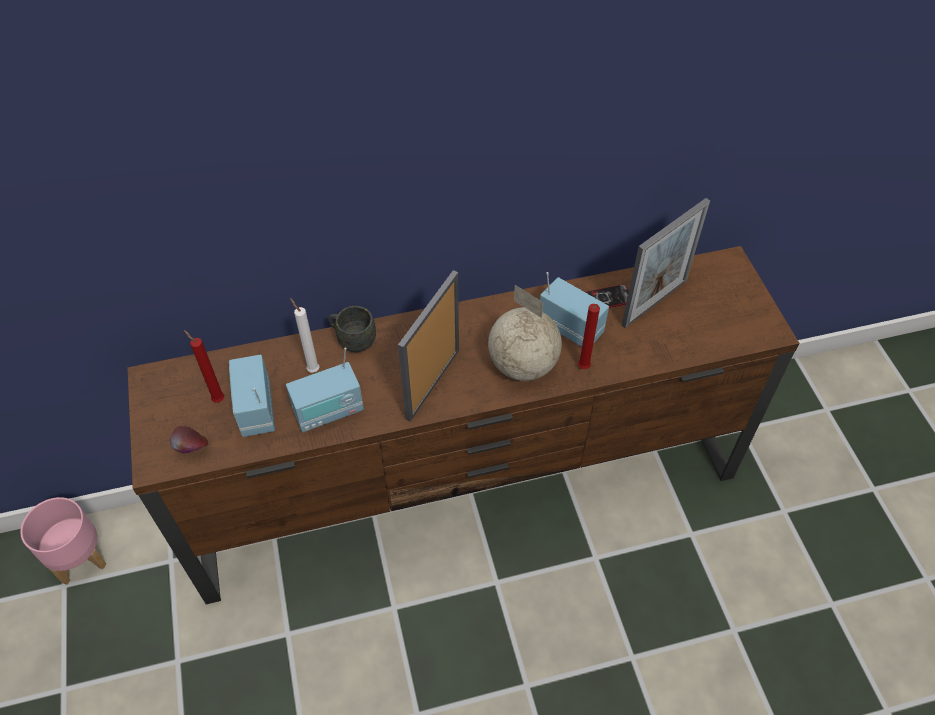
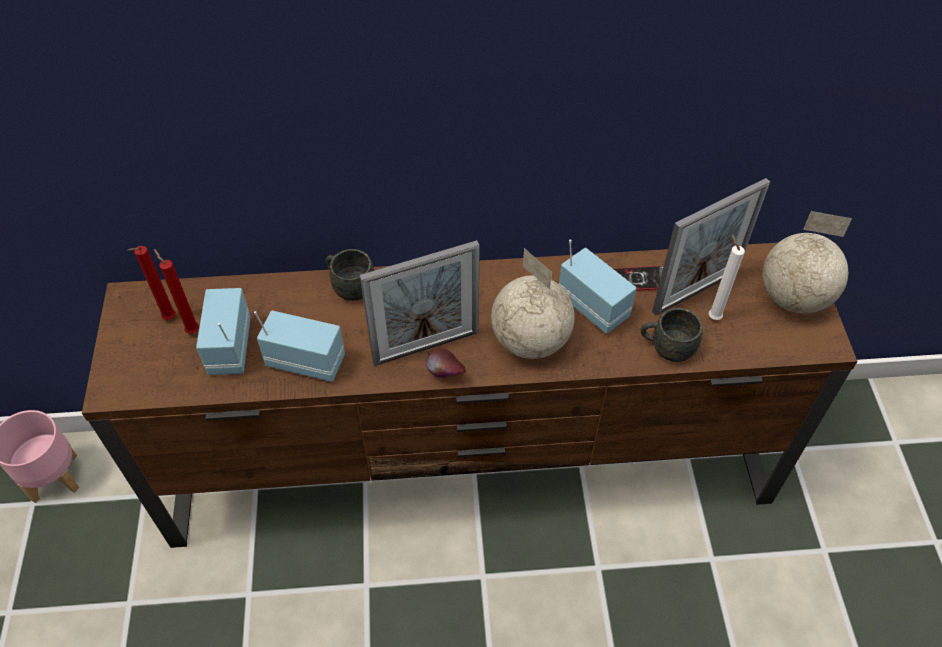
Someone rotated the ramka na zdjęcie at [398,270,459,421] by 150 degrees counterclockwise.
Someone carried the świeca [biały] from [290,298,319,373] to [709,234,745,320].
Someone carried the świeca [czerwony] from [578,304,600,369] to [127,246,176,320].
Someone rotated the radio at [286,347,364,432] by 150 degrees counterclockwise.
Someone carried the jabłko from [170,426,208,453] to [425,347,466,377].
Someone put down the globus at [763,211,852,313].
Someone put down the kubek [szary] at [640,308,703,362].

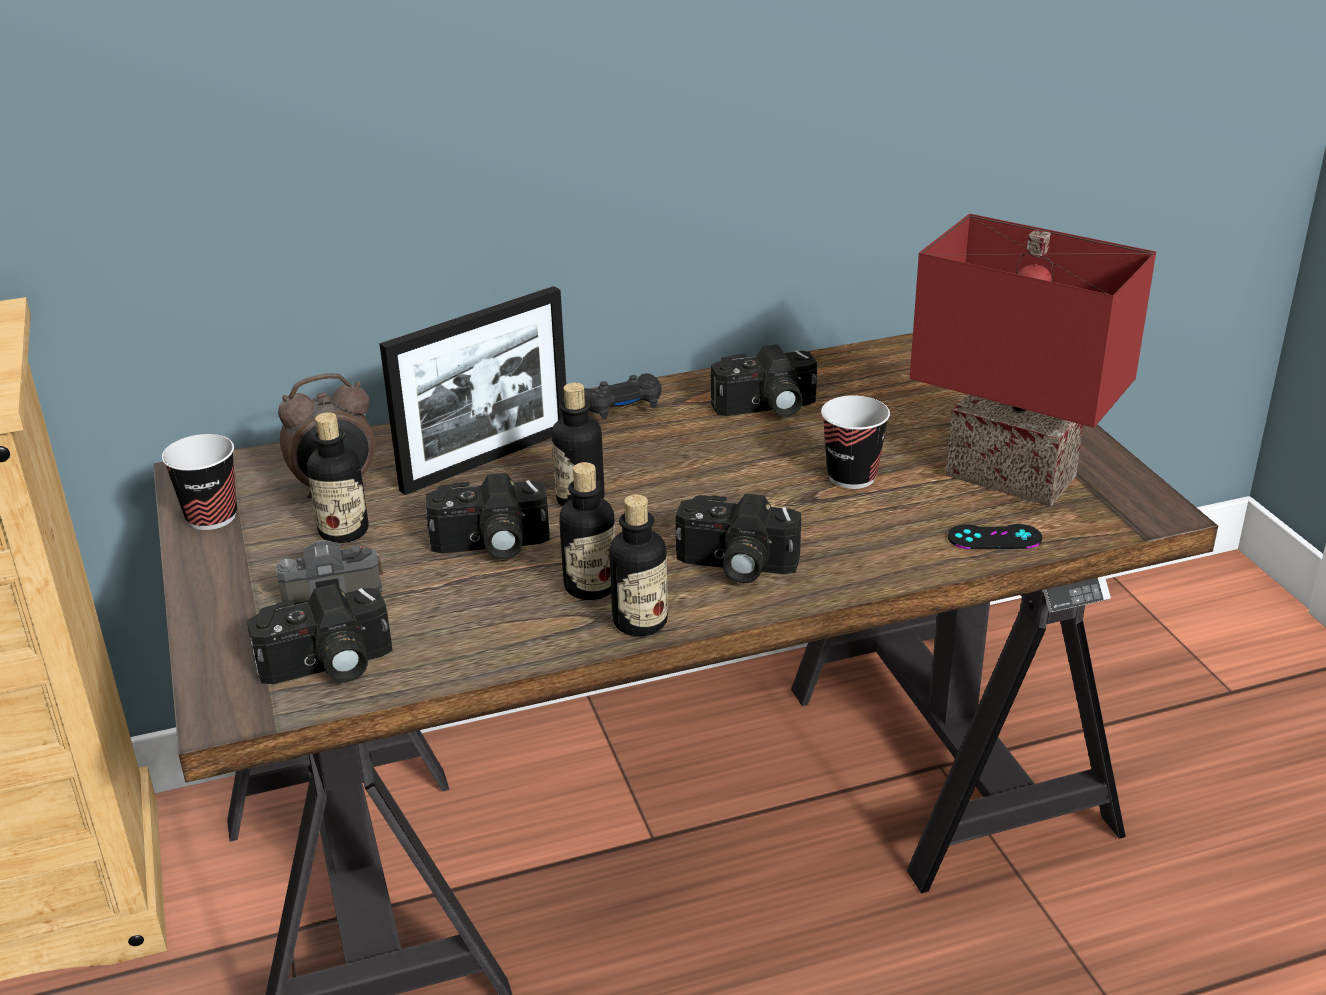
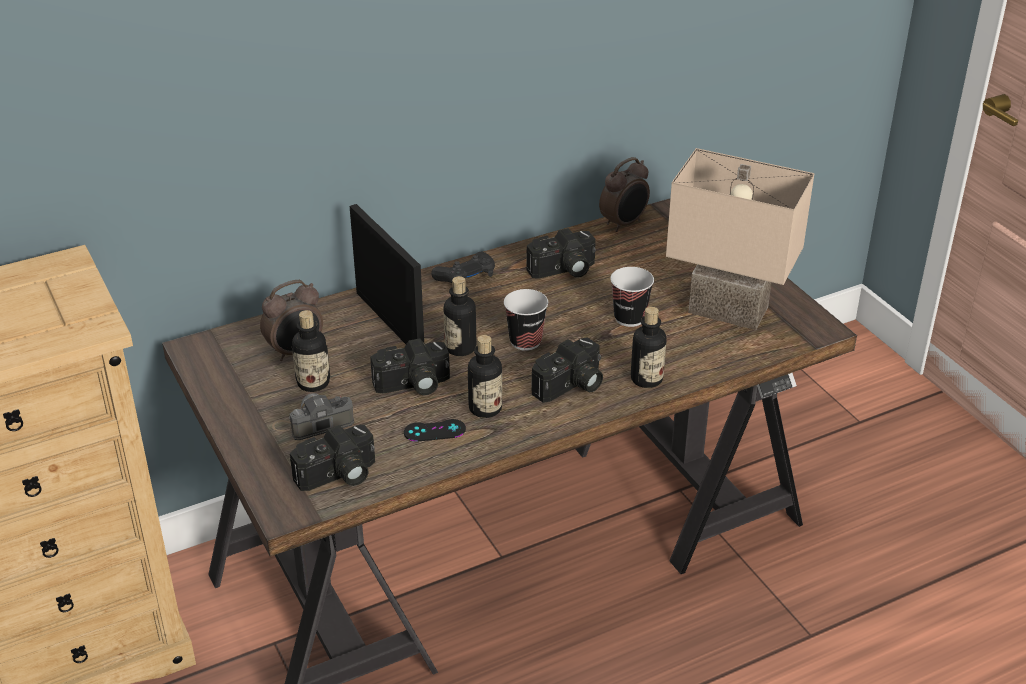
Someone repainted the lampa stołowa [czerwony] at [910,214,1156,506], which became the lampa stołowa [beżowy] at [666,148,814,330].
Someone rotated the ramka na zdjęcie at [380,286,566,495] by 75 degrees counterclockwise.
Someone carried the filiżanka from [162,434,237,530] to [504,289,548,351].
Someone carried the butelka from [609,494,668,636] to [631,306,667,388].
Someone rotated the aparat fotograficzny at [675,494,801,583] by 45 degrees counterclockwise.
Someone carried the pad do gier [czarny] from [948,524,1042,549] to [404,419,466,442].
Someone put down the budzik at [599,157,650,232].

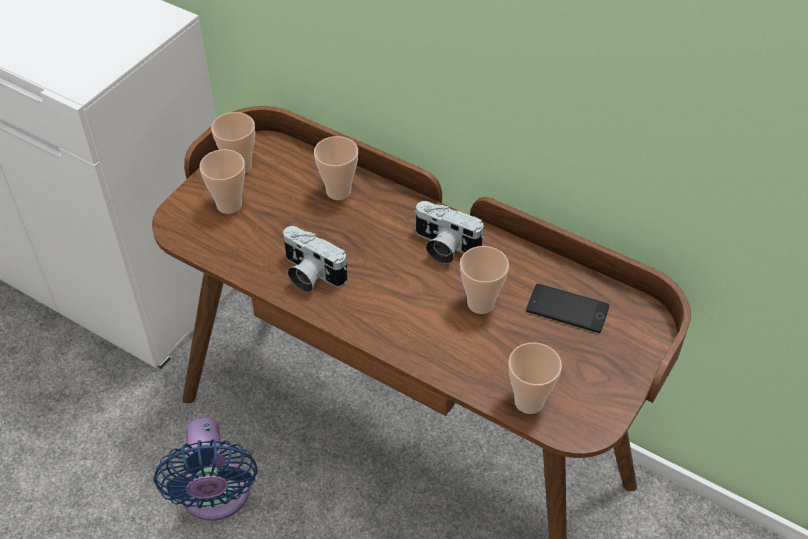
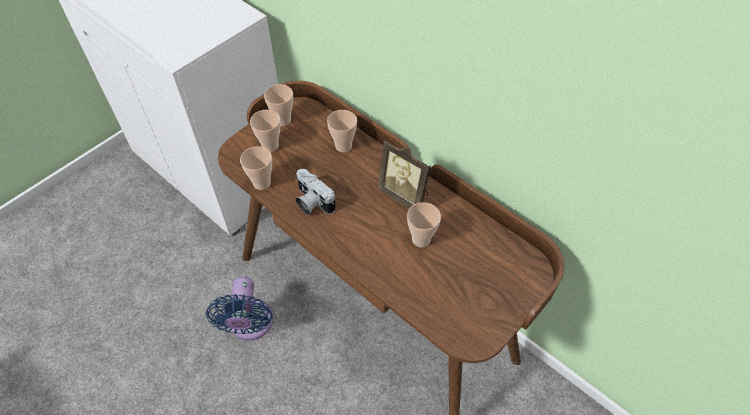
Someone swapped the aparat fotograficzny at [415,201,484,264] for the ramka na zdjęcie at [377,140,431,209].
Someone took away the telefon at [526,284,609,333].
Someone carried the filiżanka from [508,343,562,414] to [240,146,272,190].

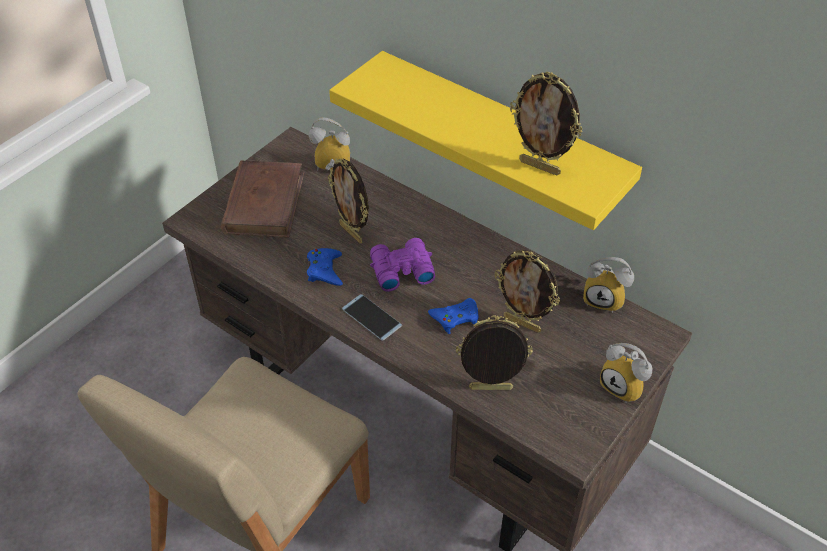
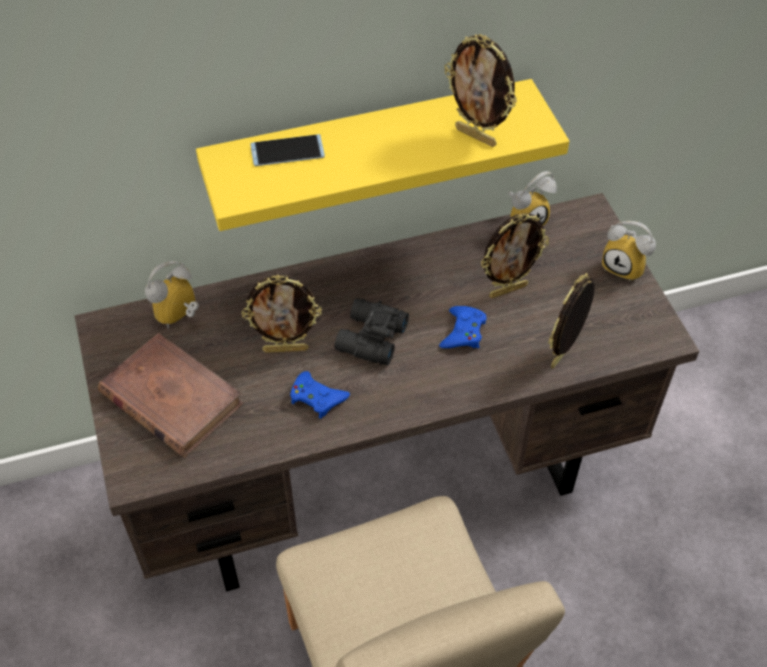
Someone rotated the ramka na zdjęcie at [510,72,582,176] by 60 degrees clockwise.
Someone repainted the lornetka [fioletowy] at [370,238,435,292], which became the lornetka [czarny] at [335,298,409,365].
Someone carried the telefon from [342,294,402,341] to [250,134,325,166].
Someone rotated the budzik at [600,343,652,403] by 45 degrees clockwise.

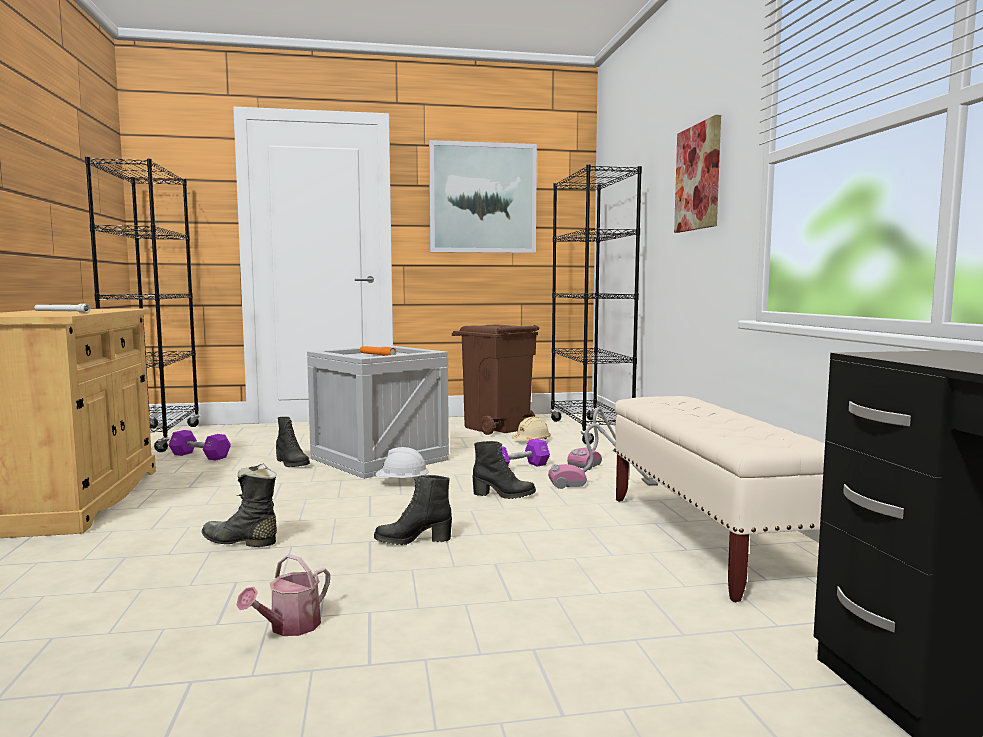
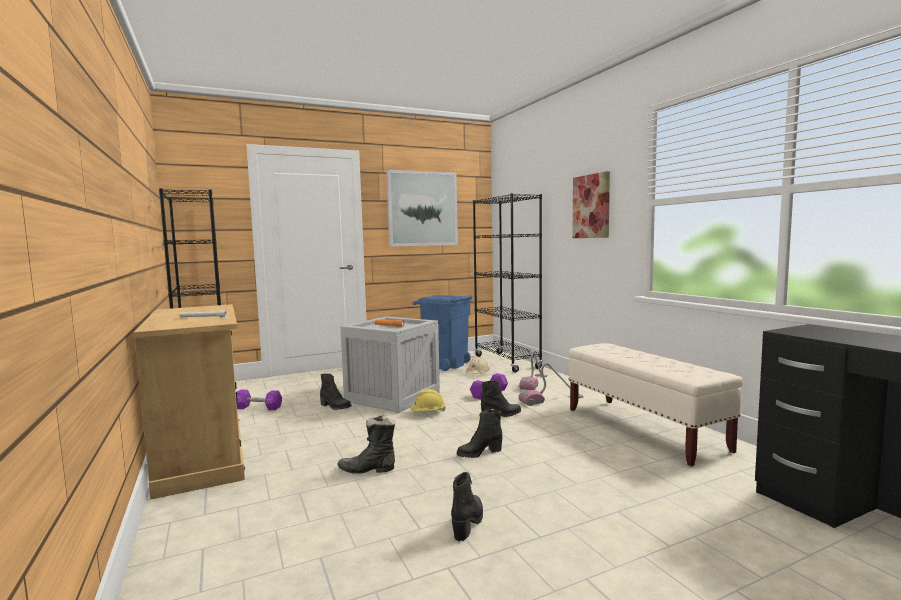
Someone repainted the kosz na śmieci [brązowy] at [452,324,539,435], which became the kosz na śmieci [niebieski] at [412,295,473,371].
Someone repainted the kask [biały] at [375,447,429,479], which became the kask [żółty] at [410,389,446,412].
Someone swapped the konewka at [236,554,330,636] for the but z cholewką [czarny] at [451,472,483,541].

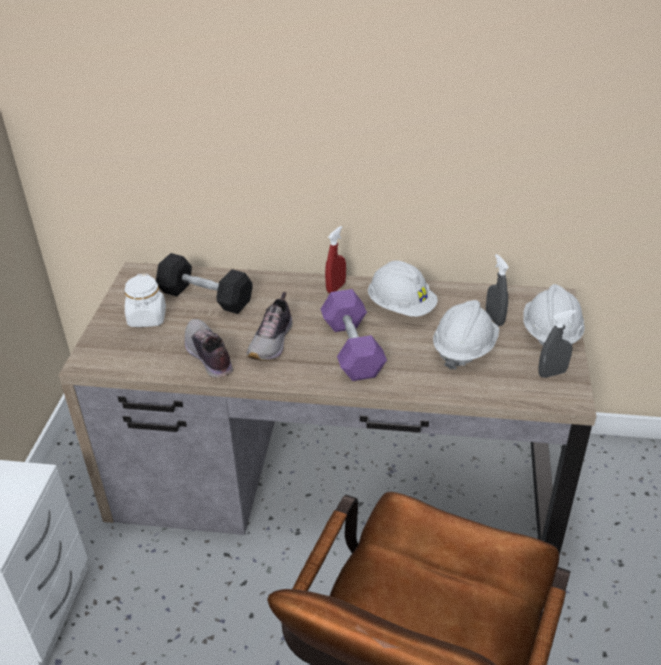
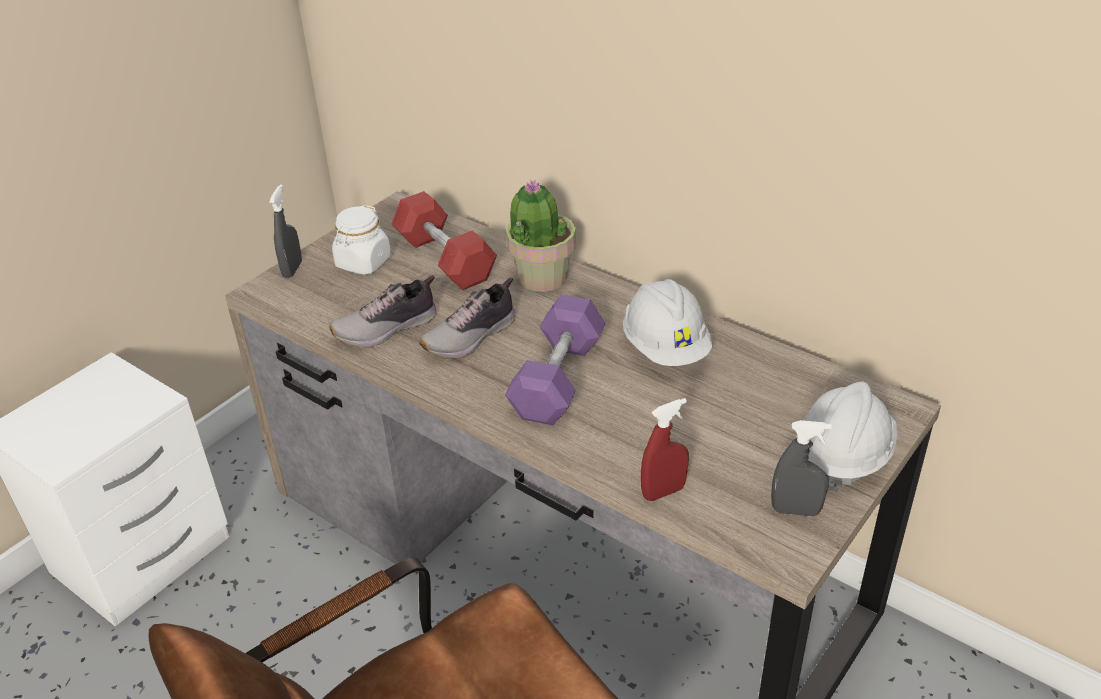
Someone carried the spryskiwacz [czerwony] from [325,226,346,293] to [641,398,689,501].
Someone repainted the hantel [czarny] at [156,253,253,314], which became the hantel [czerwony] at [392,191,497,290].
Someone carried the spryskiwacz [szary] from [486,254,509,326] to [269,184,302,278].
Someone took away the kask [biały] at [433,300,499,370].
Someone rotated the but at [185,319,233,378] by 120 degrees counterclockwise.
Someone put down the roślina doniczkowa at [506,179,576,292].

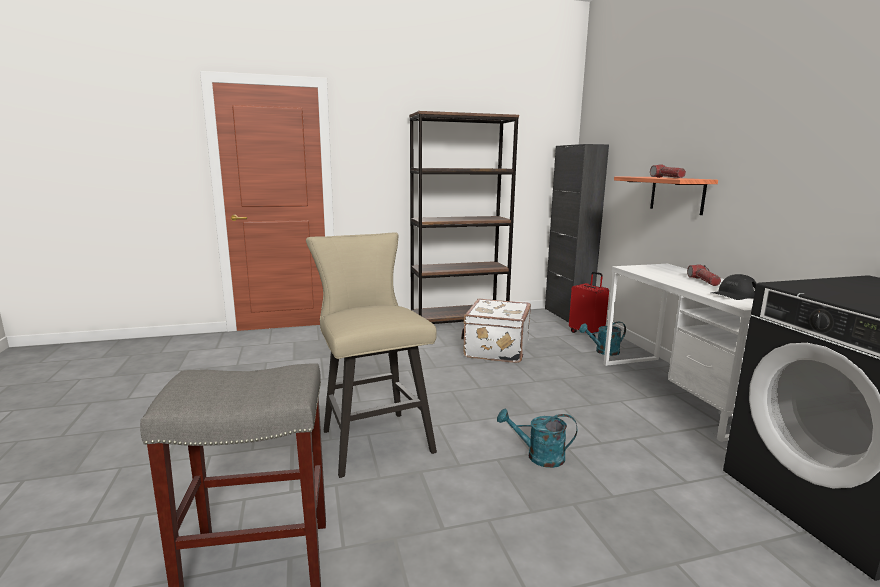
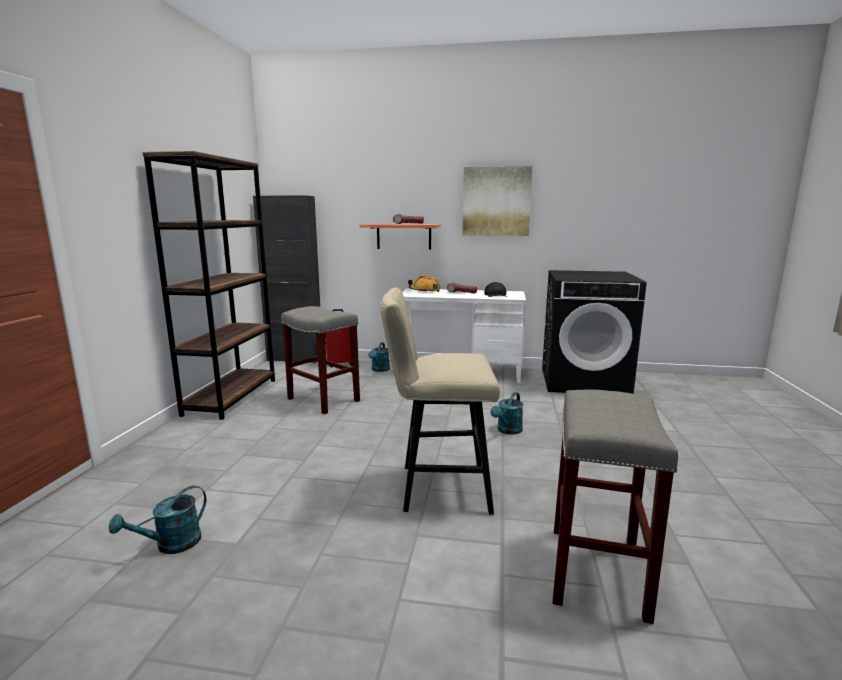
Someone swapped the walizka [biały] at [461,299,531,363] for the stołek [szary] at [281,306,360,414].
Someone put up the obraz at [462,166,532,236].
Someone put down the kask [pomarańczowy] at [408,275,441,292].
Someone put down the konewka [turkusowy] at [109,485,206,554].

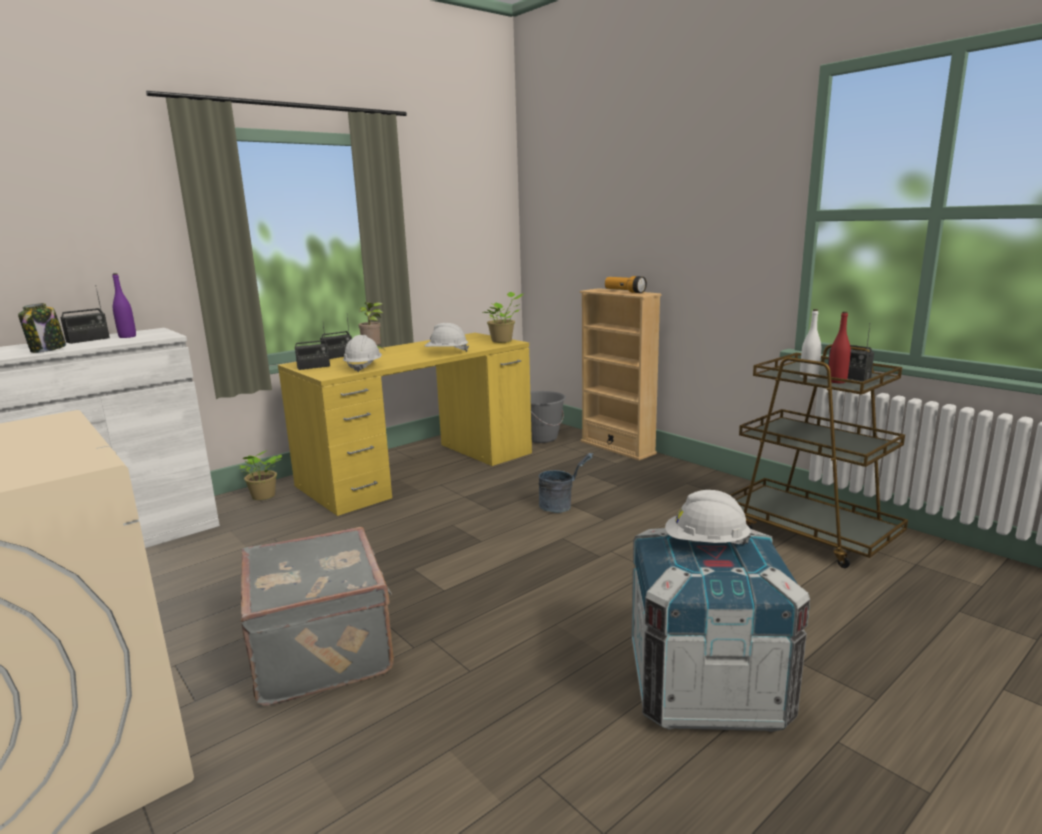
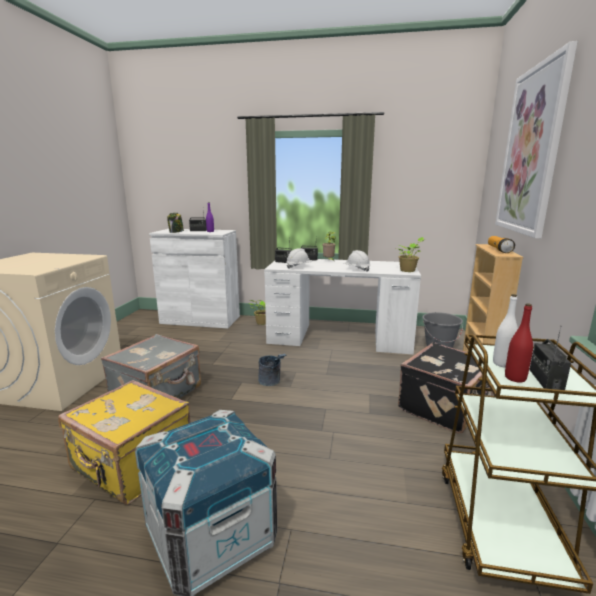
Someone repainted the biurko [żółty] at [278,333,532,516], which became the biurko [biały] at [264,259,421,354].
Someone carried the wiadro [szary] from [539,453,593,513] to [258,354,286,386].
Someone took away the kask [biały] at [665,490,751,545].
Someone put up the obraz at [495,41,578,238].
Someone put down the walizka [czarny] at [398,342,493,434].
Someone put down the walizka [żółty] at [58,380,191,505].

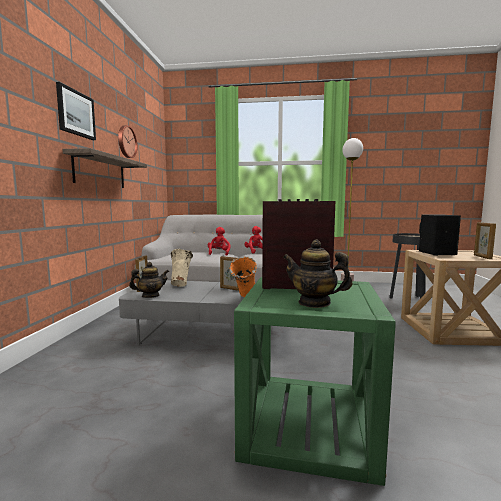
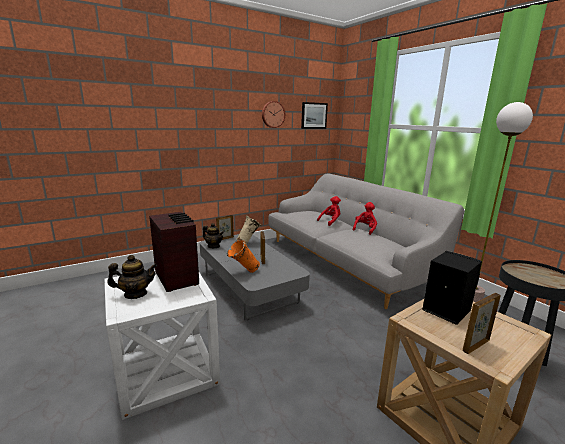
Someone carried the obraz from [56,82,96,140] to [301,102,328,129].
Someone took away the półka at [63,148,147,188].
Someone rotated the imbryk at [283,240,353,308] by 90 degrees clockwise.
Someone repainted the stolik [zielony] at [234,277,396,486], which became the stolik [biały] at [104,270,220,420].

